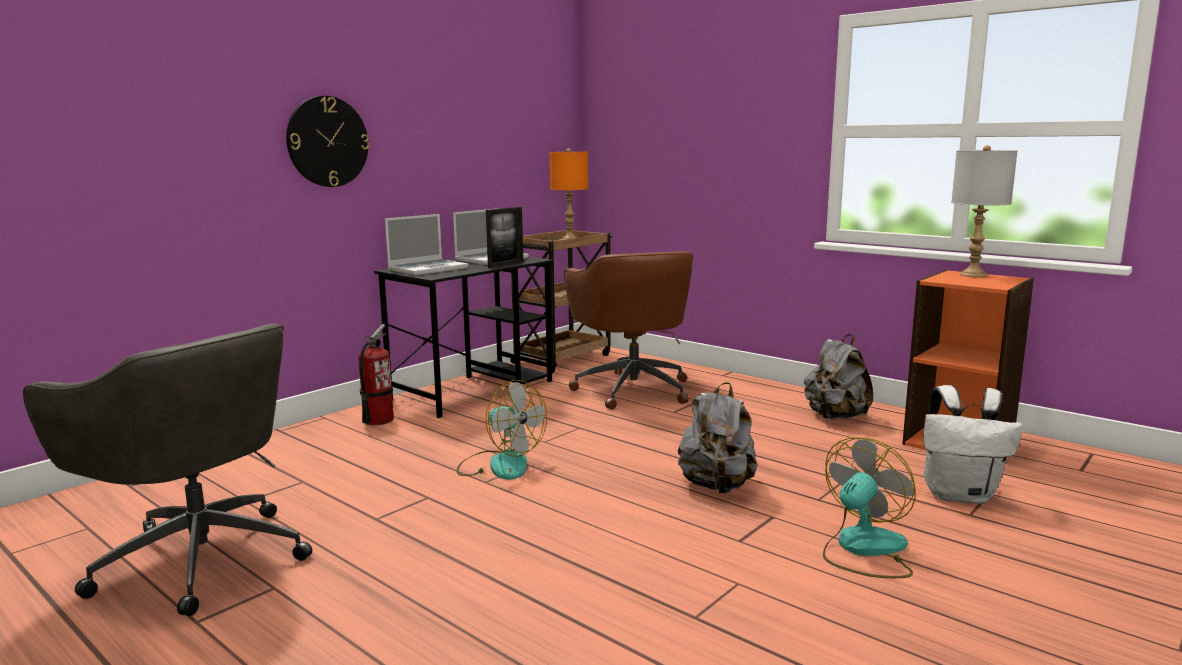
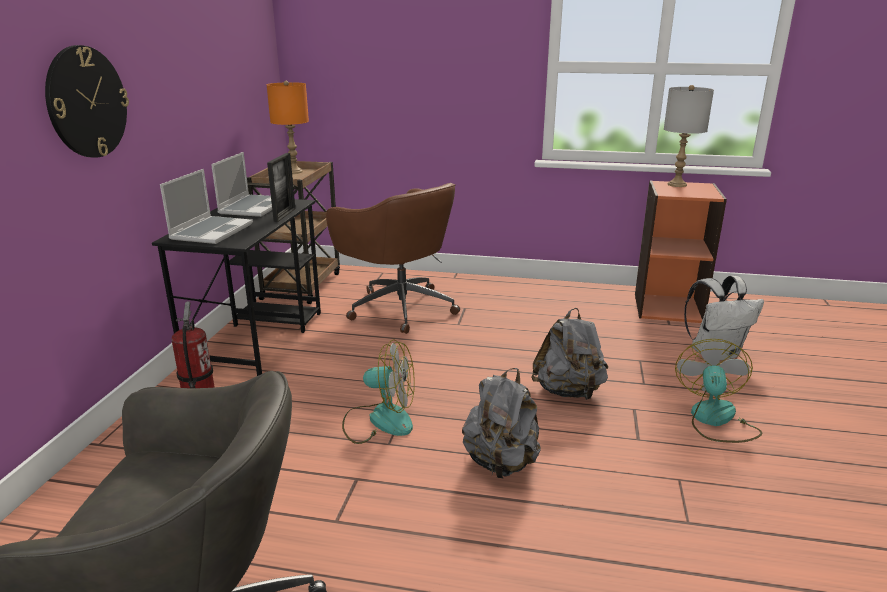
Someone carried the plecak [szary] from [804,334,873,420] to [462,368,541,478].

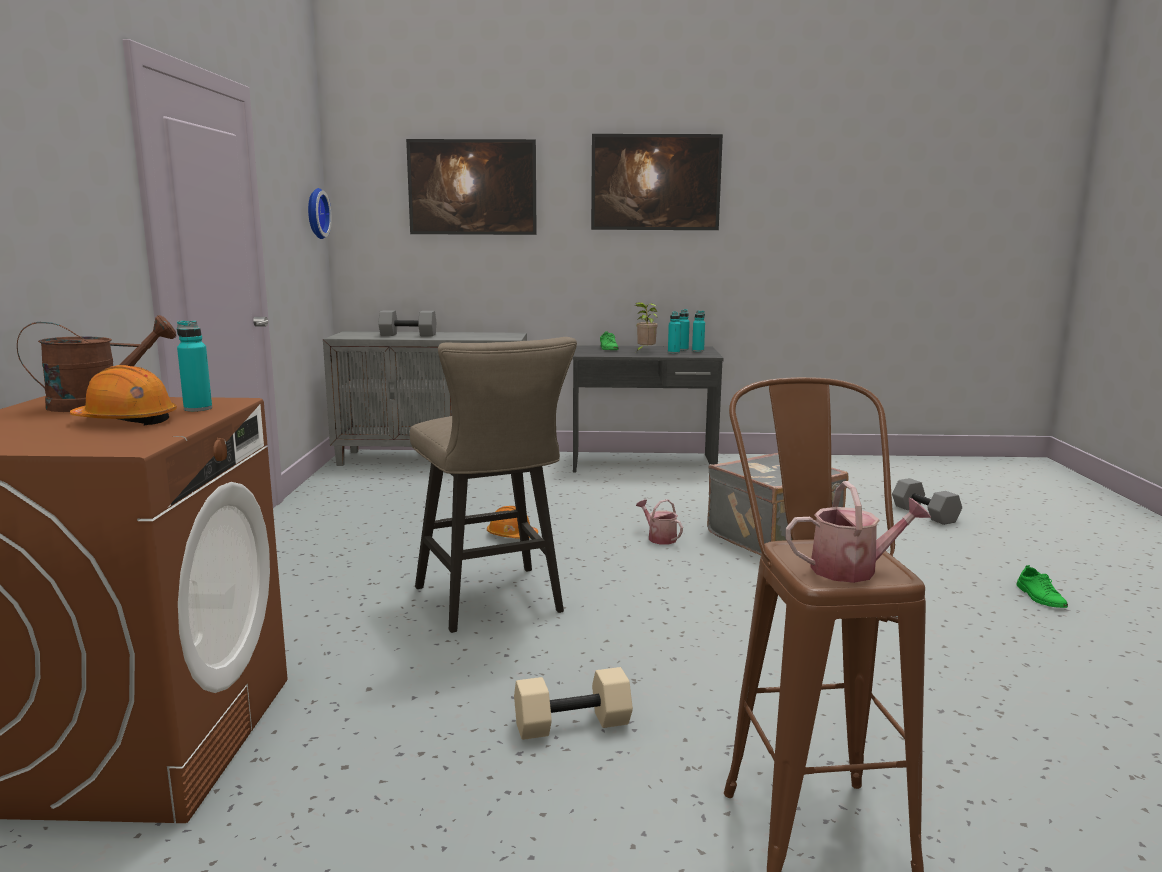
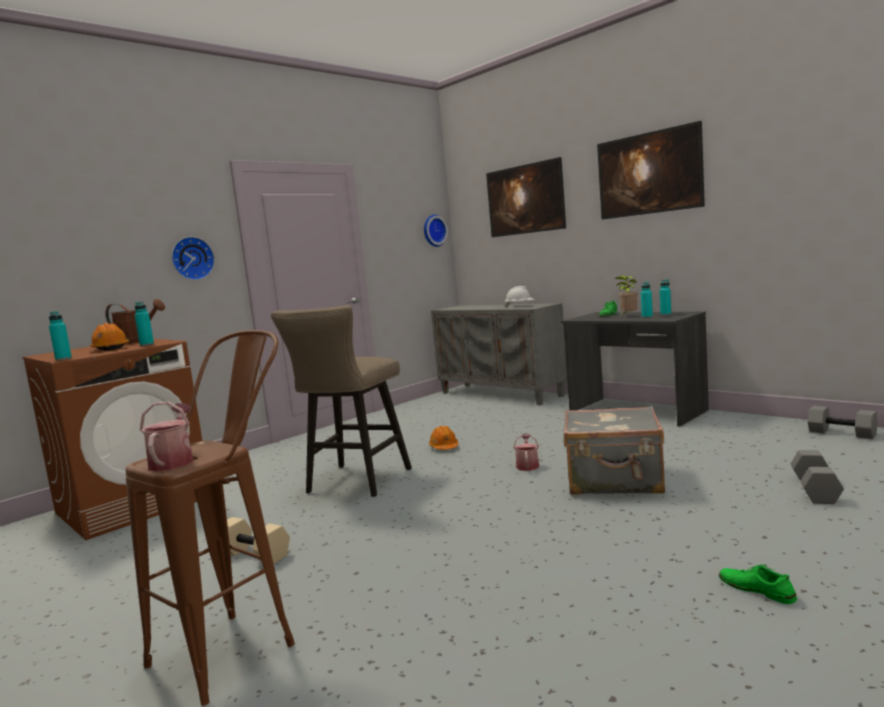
Someone carried the hantel [szary] from [378,310,436,336] to [807,406,878,439].
Someone carried the butelka [turkusowy] from [692,311,705,352] to [49,311,72,360].
Someone rotated the konewka at [786,481,931,583] by 135 degrees counterclockwise.
Someone rotated the but [zielony] at [1017,565,1068,608] by 105 degrees clockwise.
Someone put up the zegar ścienny at [172,237,215,280].
Someone put down the kask [biały] at [505,286,535,307].

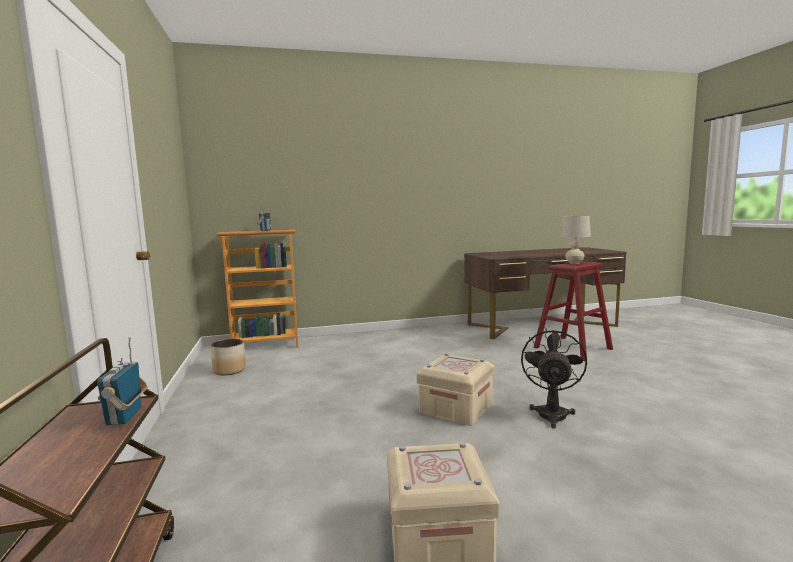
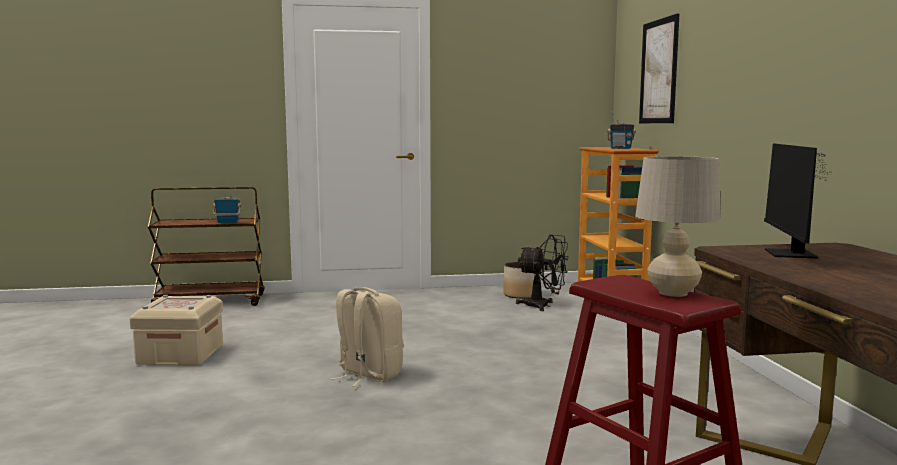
Someone carried the wentylator [czarny] from [521,329,587,429] to [516,234,569,311].
Someone swapped the pojemnik do przechowywania [beżowy] at [416,353,494,426] for the plecak [beżowy] at [331,287,403,387].
Someone put up the obraz at [639,13,680,123].
Someone put down the monitor at [764,143,832,259].

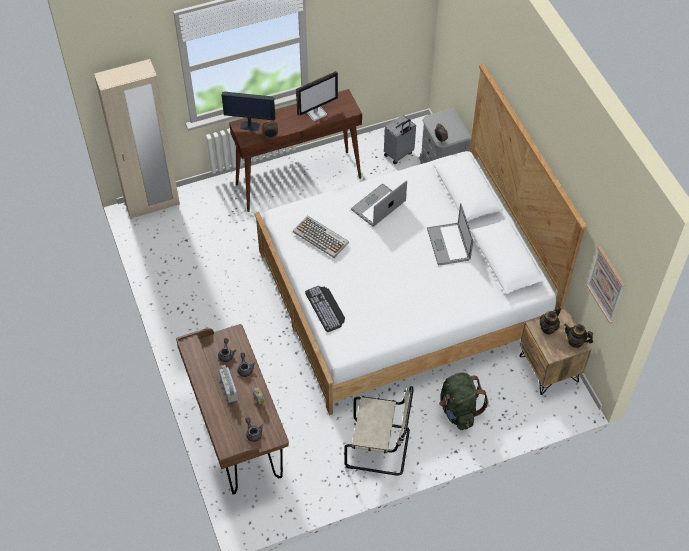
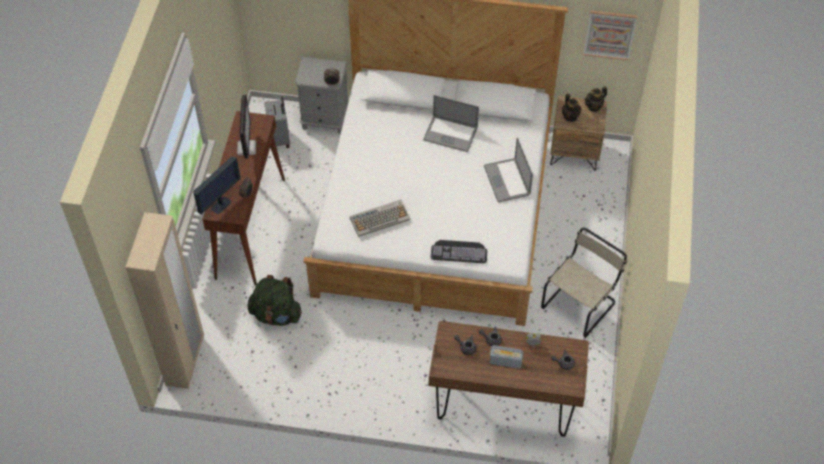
Someone carried the laptop from [351,180,407,227] to [484,138,533,202].
Someone carried the plecak [zielony] from [439,373,489,430] to [248,275,302,326].

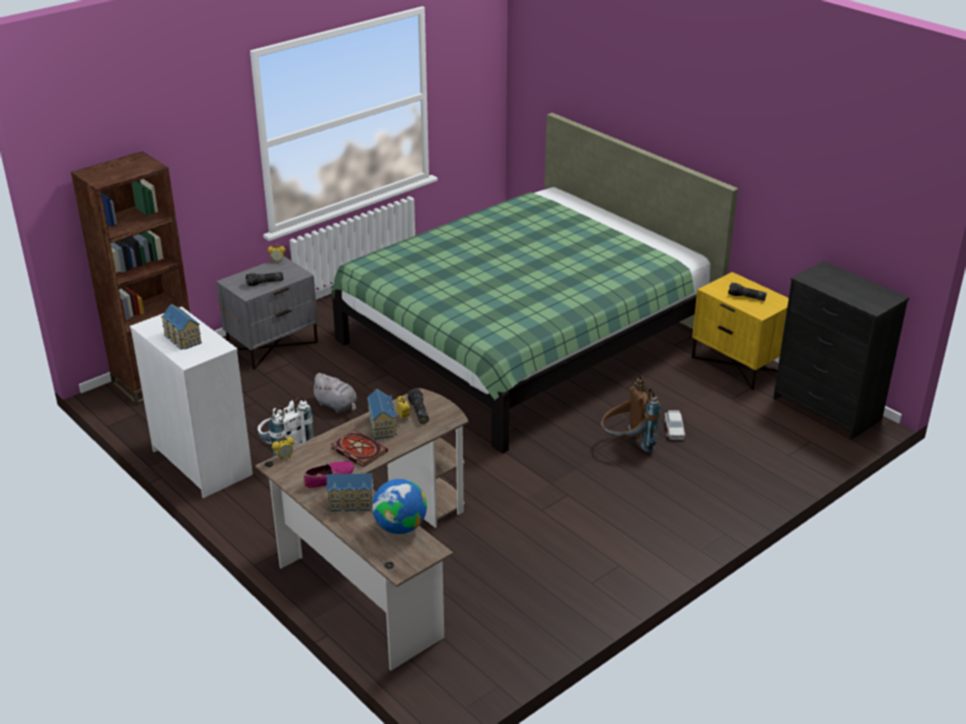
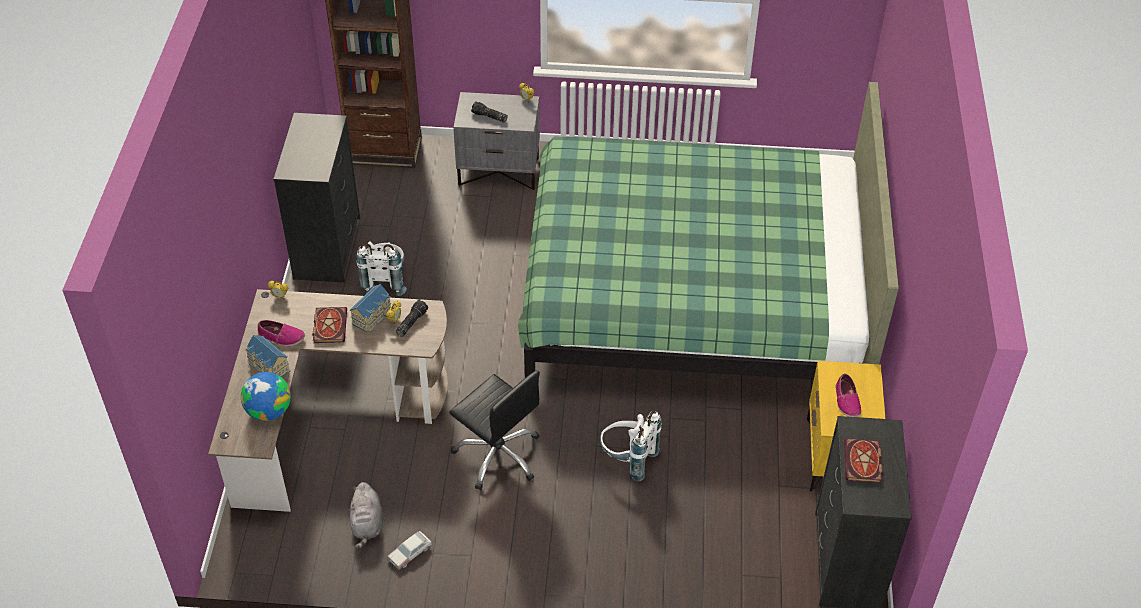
Someone swapped the latarka at [728,282,767,301] for the but at [835,374,861,417].
Someone took away the domek at [161,304,202,350].
Someone repainted the komoda [biały] at [130,307,253,498], which became the komoda [czarny] at [273,113,360,283].
Someone carried the pluszak [szary] from [310,373,357,413] to [349,482,383,549].
Someone repainted the plecak [brązowy] at [601,376,660,452], which became the plecak [biały] at [600,410,662,482].
Someone carried the samochodzik from [664,410,685,440] to [387,531,432,569].
Someone put down the krzesło biurowe [czarny] at [449,370,540,490].
Someone put down the książka at [844,438,882,483].

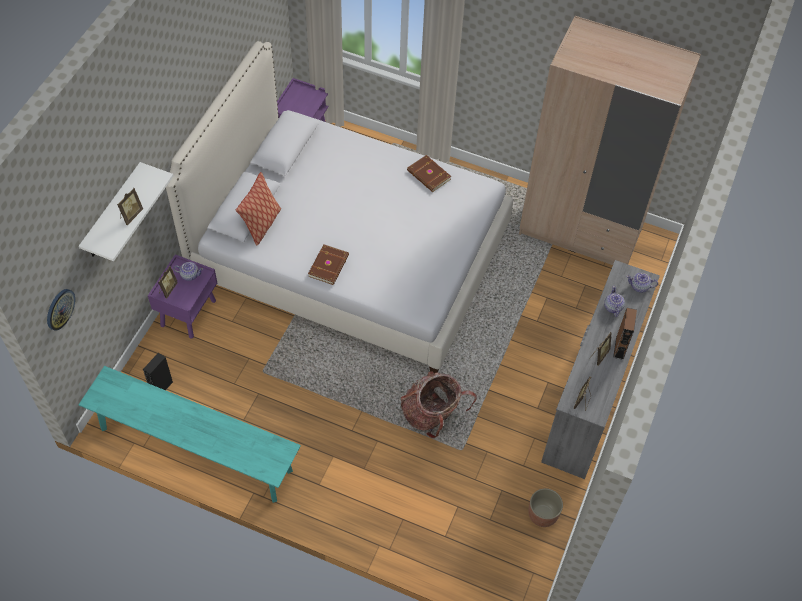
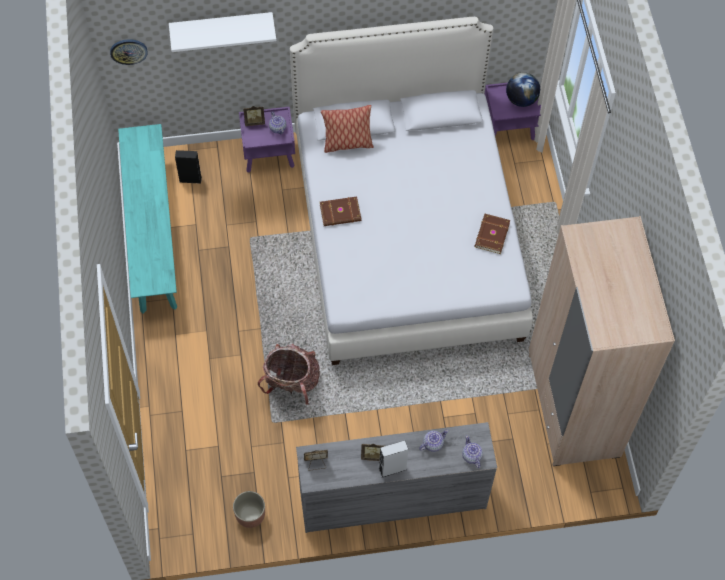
Someone took away the ramka na zdjęcie at [117,188,143,225].
Someone repainted the głośnik [brązowy] at [613,308,637,360], which became the głośnik [szary] at [379,440,408,477].
Someone put down the globus at [506,73,540,107].

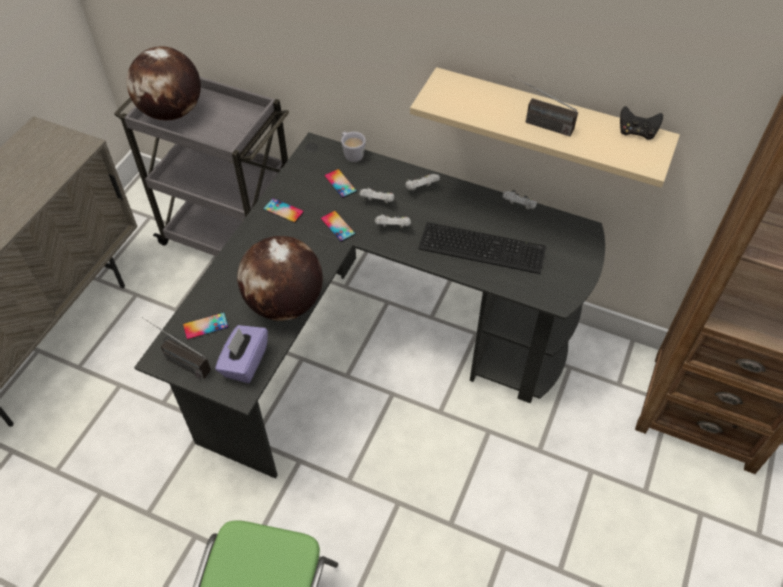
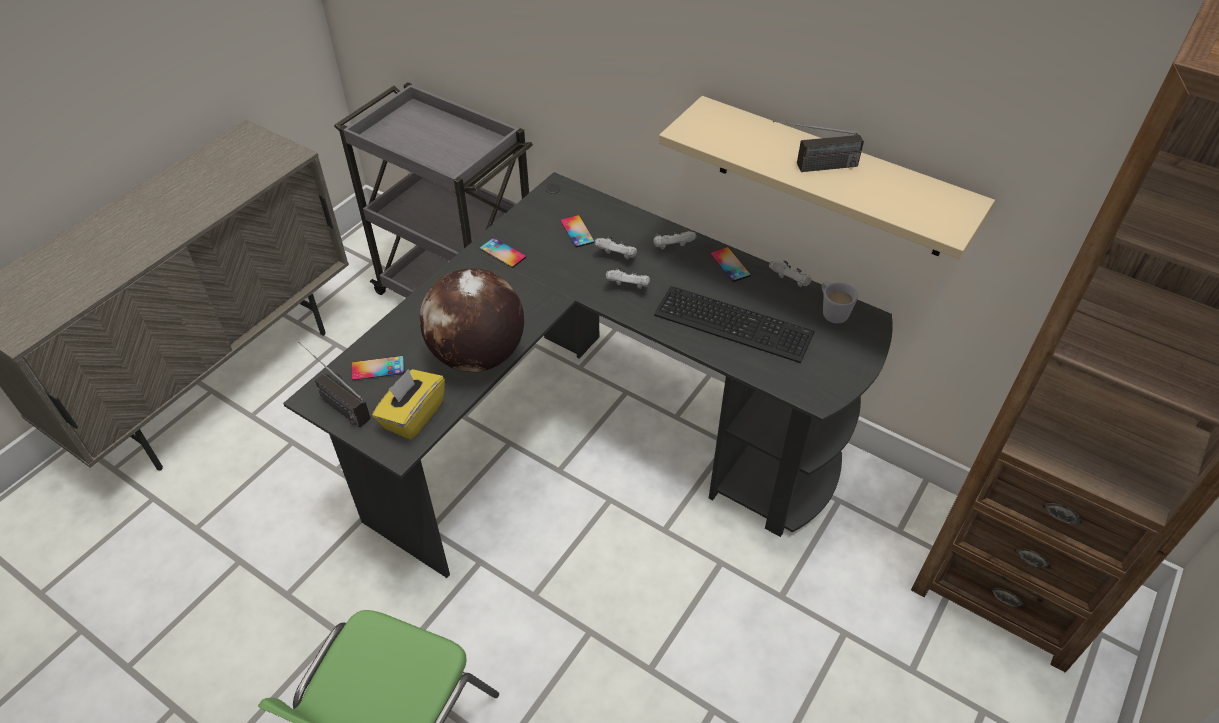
Someone took away the globus at [126,46,201,121].
Someone rotated the radio at [510,74,578,136] by 45 degrees counterclockwise.
Someone took away the pad do gier [czarny] at [620,106,663,140].
Someone carried the kubek [biały] from [341,132,366,162] to [822,281,858,324].
Someone carried the telefon from [321,211,356,242] to [710,247,751,282].
Someone repainted the pudełko chusteczek [fioletowy] at [215,325,268,383], which became the pudełko chusteczek [żółty] at [372,369,445,440].

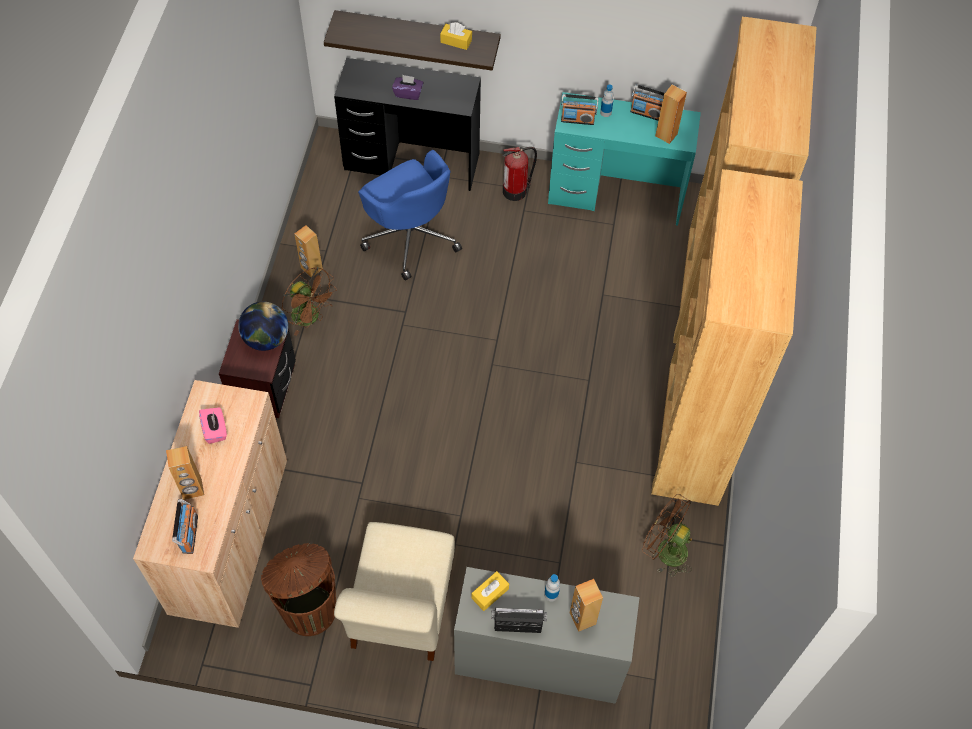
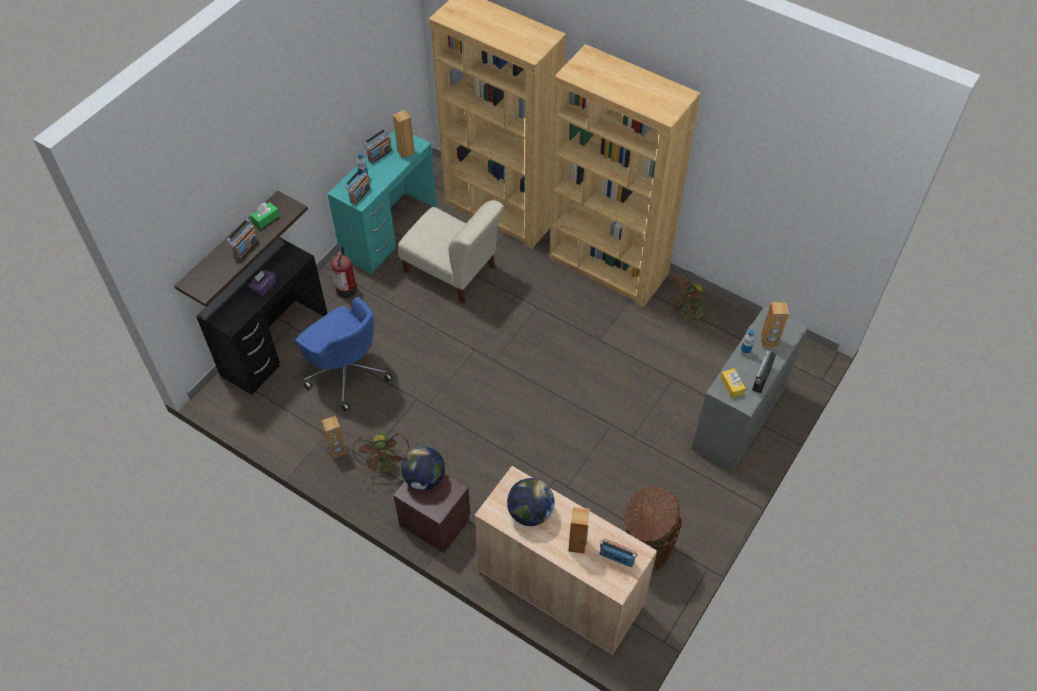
Someone repainted the pudełko chusteczek [żółty] at [440,22,472,50], which became the pudełko chusteczek [zielony] at [250,202,280,229].
Someone rotated the krzesło biurowe [niebieski] at [358,150,462,281] by 60 degrees clockwise.
Someone rotated the wentylator [brązowy] at [282,267,337,336] by 105 degrees clockwise.
Someone swapped the pudełko chusteczek [różowy] at [199,407,227,444] for the globus at [507,478,555,526].
Someone carried the krzesło [beżowy] from [334,522,455,661] to [398,200,504,304].
Someone put down the radio at [226,219,259,260].

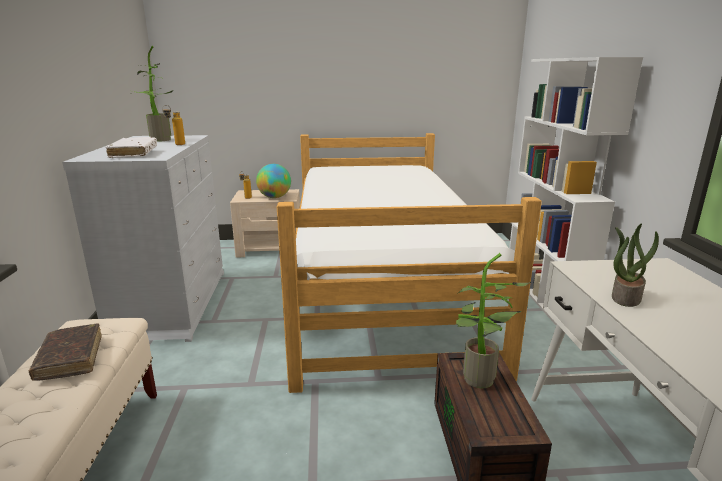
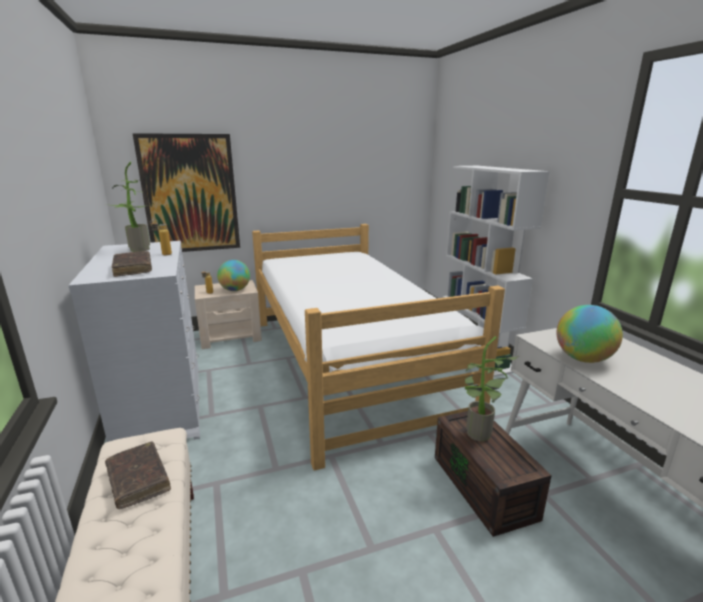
Someone repainted the książka [biały] at [106,137,157,158], which became the książka [brązowy] at [112,251,152,277].
Someone swapped the roślina doniczkowa at [612,224,659,307] for the globus at [557,305,623,363].
Someone put up the obraz at [133,133,240,252].

